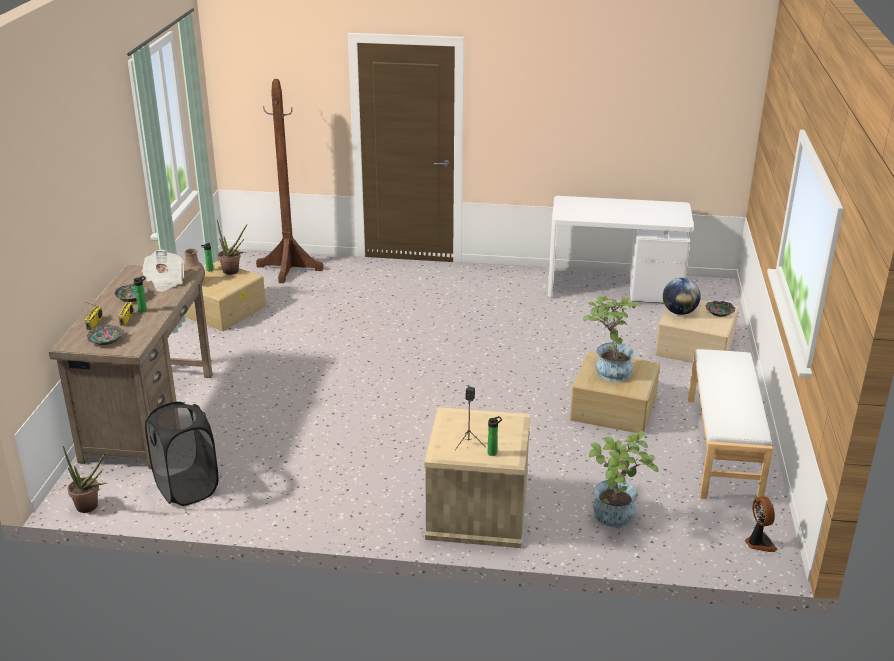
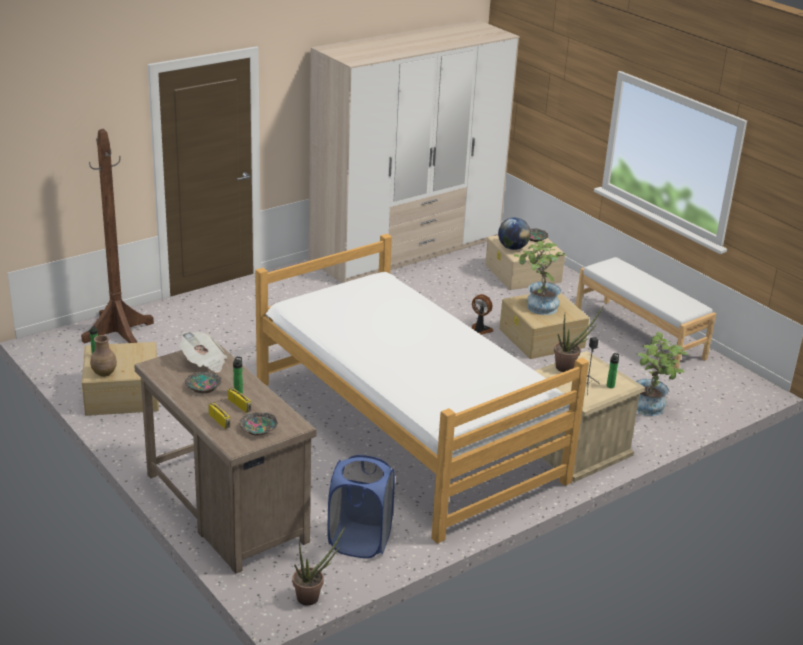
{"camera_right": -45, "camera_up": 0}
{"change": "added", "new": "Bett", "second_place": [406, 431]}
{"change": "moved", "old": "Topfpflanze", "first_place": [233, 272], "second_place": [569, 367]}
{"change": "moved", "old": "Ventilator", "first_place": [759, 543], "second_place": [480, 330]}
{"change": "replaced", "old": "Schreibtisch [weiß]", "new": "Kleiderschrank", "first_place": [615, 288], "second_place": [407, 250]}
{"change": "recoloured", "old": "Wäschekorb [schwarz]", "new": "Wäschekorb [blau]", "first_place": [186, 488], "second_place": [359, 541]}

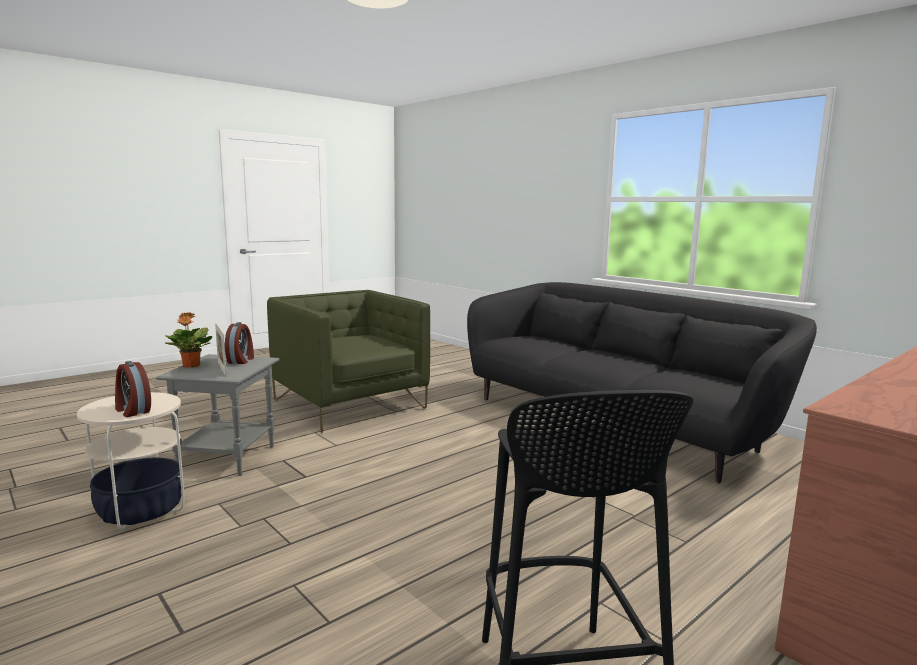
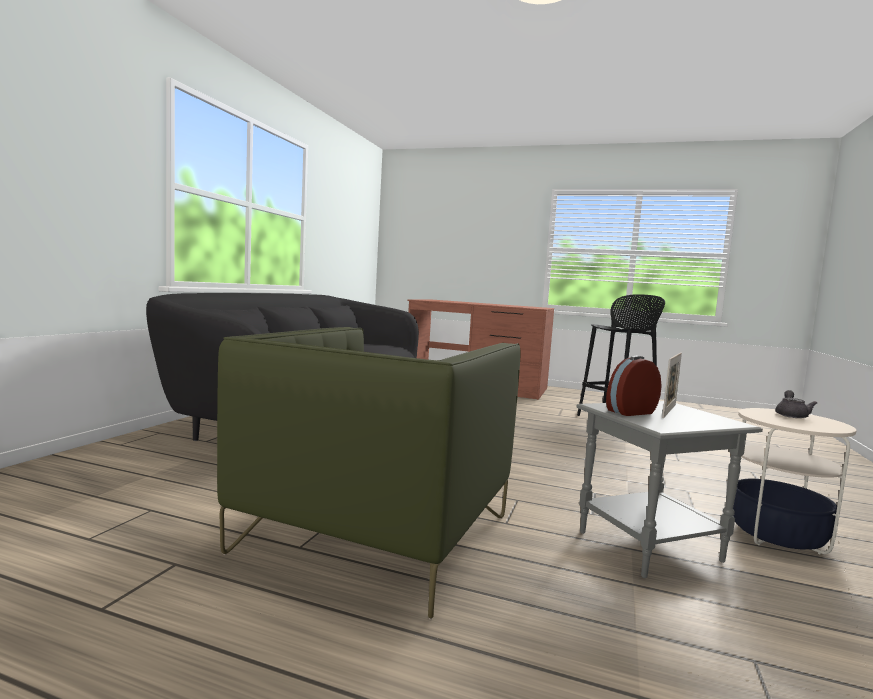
{"camera_right": -120, "camera_up": -5}
{"change": "removed", "old": "Topfpflanze", "first_place": [191, 366]}
{"change": "replaced", "old": "Wecker", "new": "Teekanne [grau]", "first_place": [132, 410], "second_place": [791, 415]}

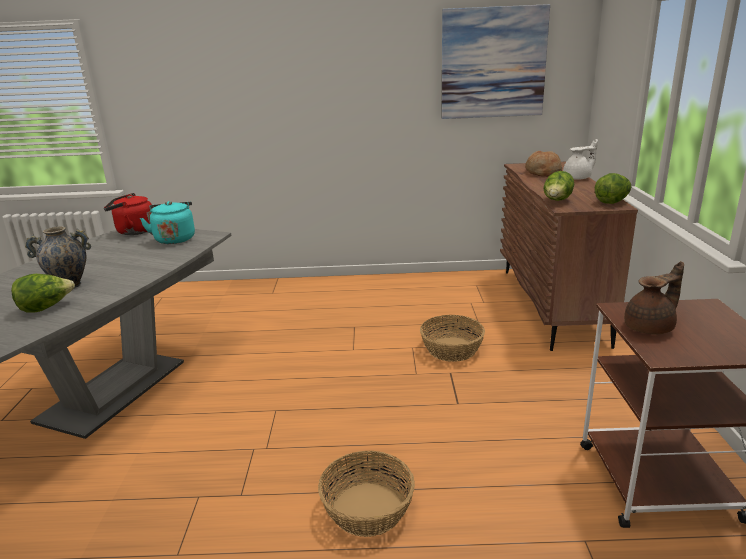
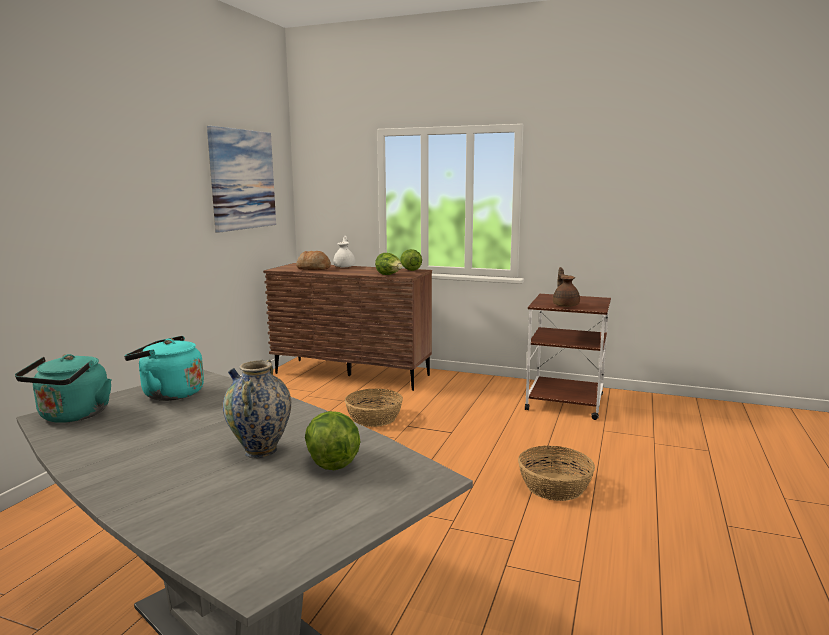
{"camera_right": -70, "camera_up": -10}
{"change": "recoloured", "old": "Wasserkessel [rot]", "new": "Wasserkessel [türkis]", "first_place": [133, 231], "second_place": [72, 416]}

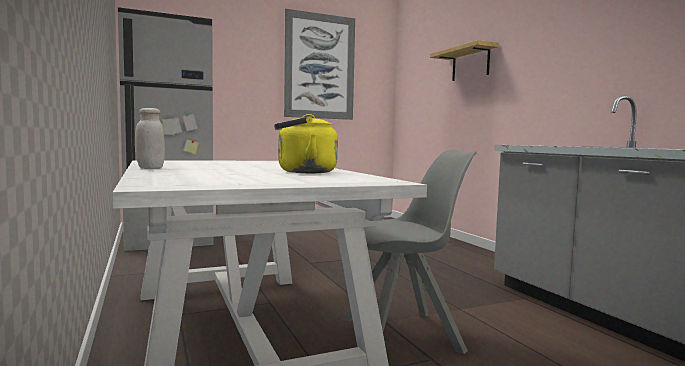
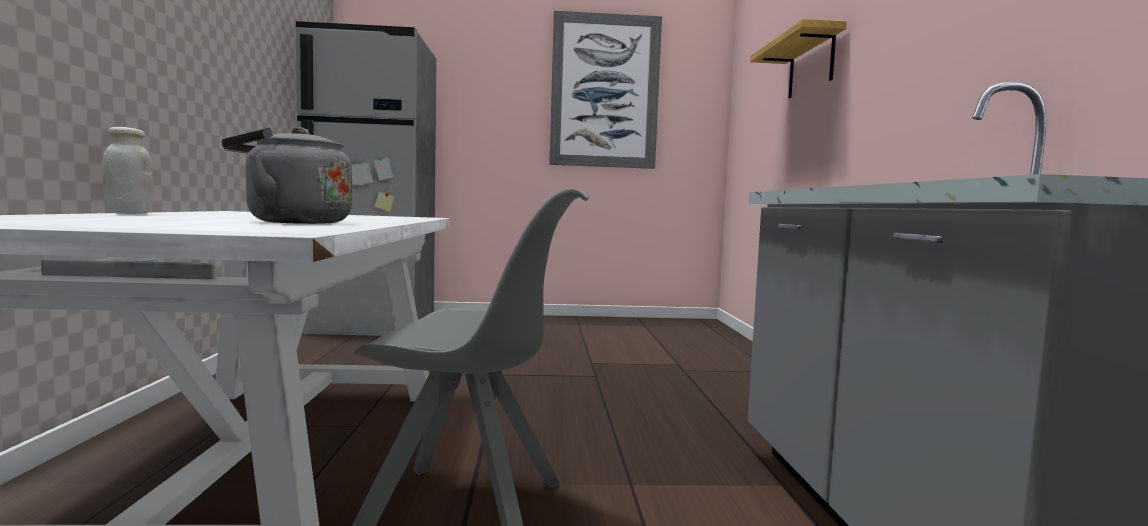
{"camera_right": 20, "camera_up": 0}
{"change": "recoloured", "old": "Wasserkessel [gelb]", "new": "Wasserkessel [grau]", "first_place": [303, 172], "second_place": [293, 222]}

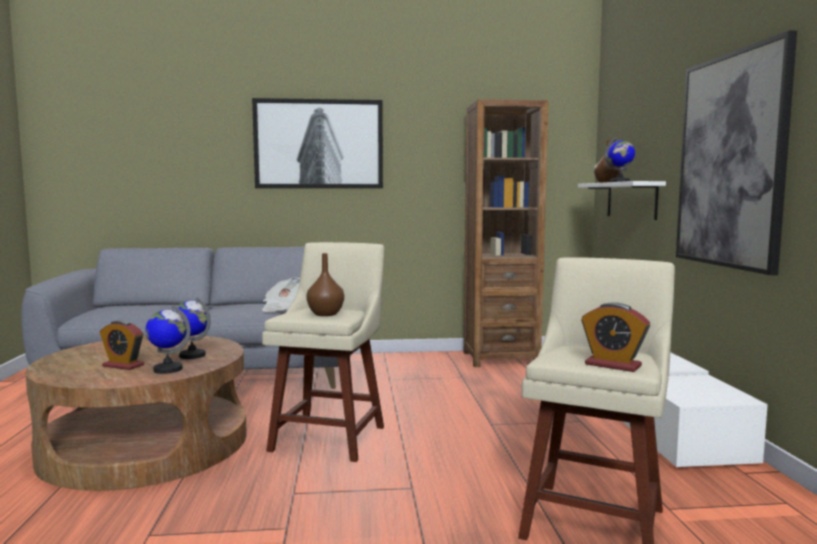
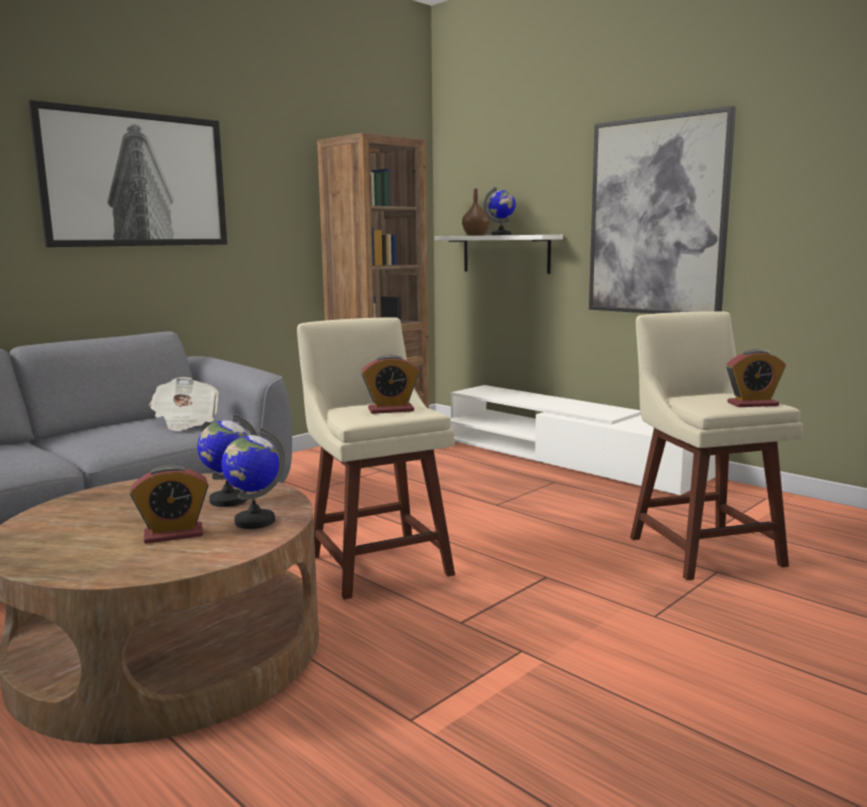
{"camera_right": -40, "camera_up": 5}
{"change": "replaced", "old": "Vase [braun]", "new": "Wecker", "first_place": [326, 314], "second_place": [391, 410]}

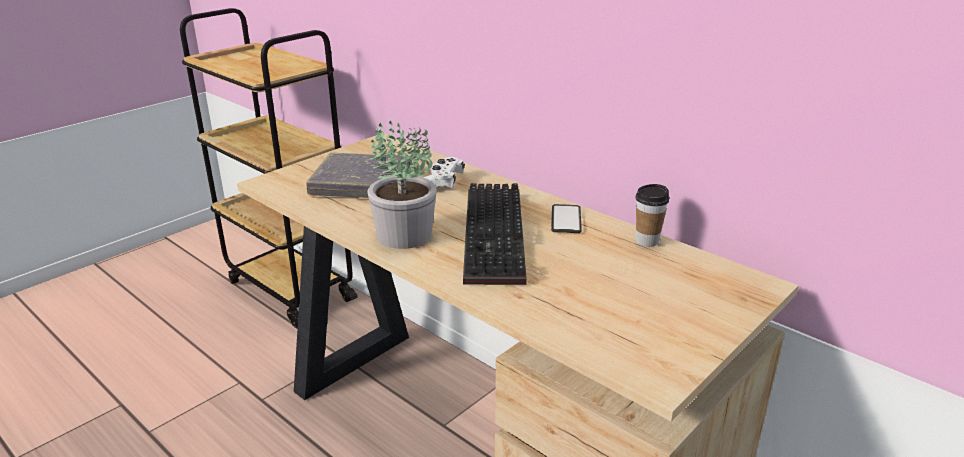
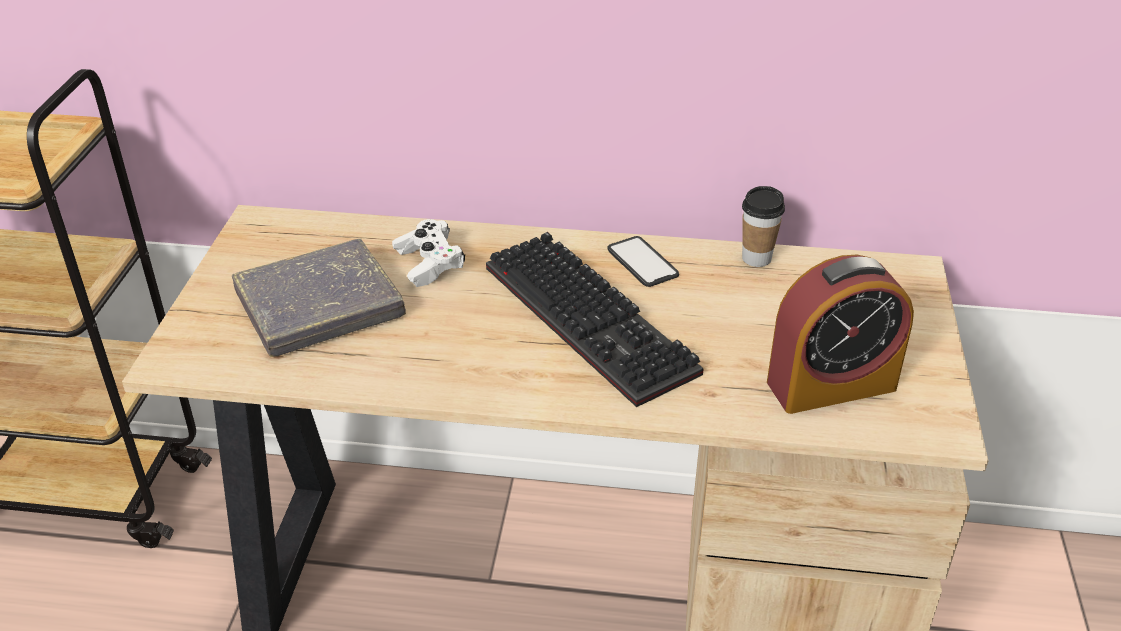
{"camera_right": -35, "camera_up": 10}
{"change": "removed", "old": "Topfpflanze", "first_place": [404, 236]}
{"change": "added", "new": "Wecker", "second_place": [831, 385]}

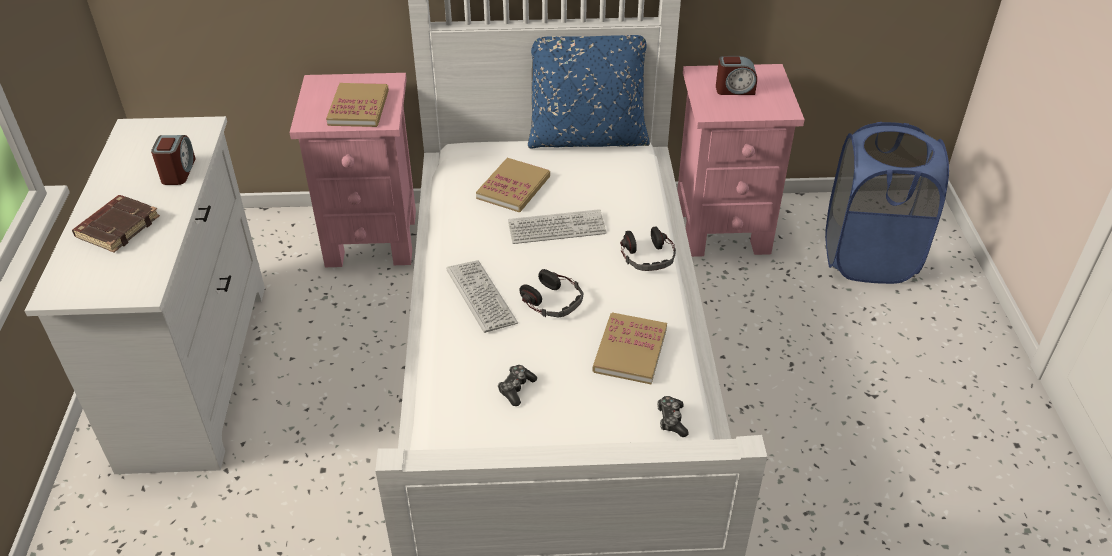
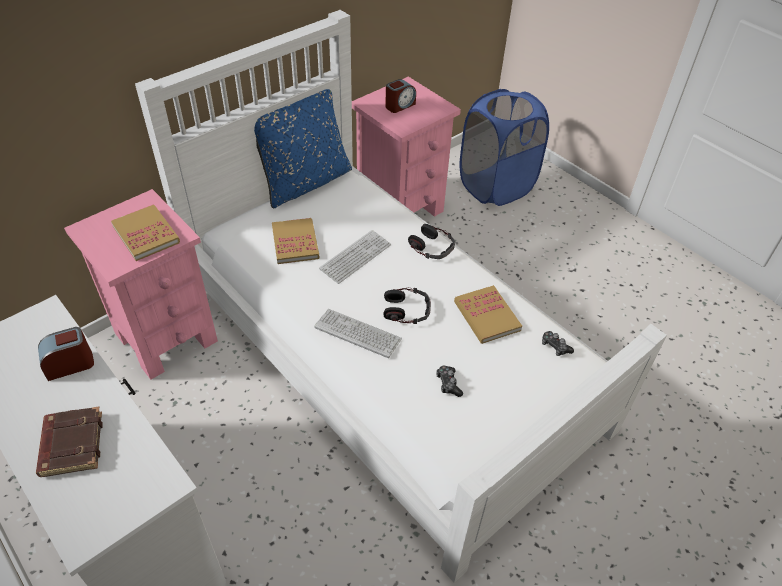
{"camera_right": -40, "camera_up": 5}
{"change": "turned", "old": "Wecker", "first_place": [178, 171], "second_place": [70, 364], "degrees": -75}

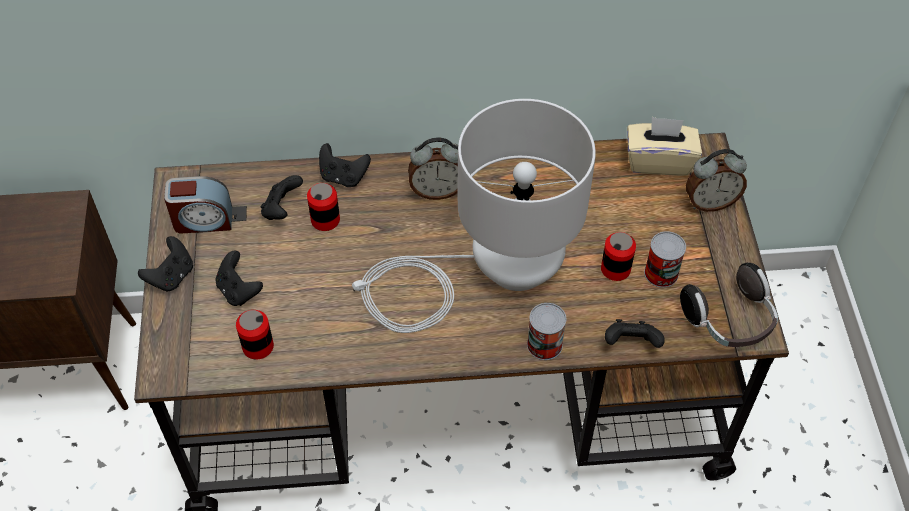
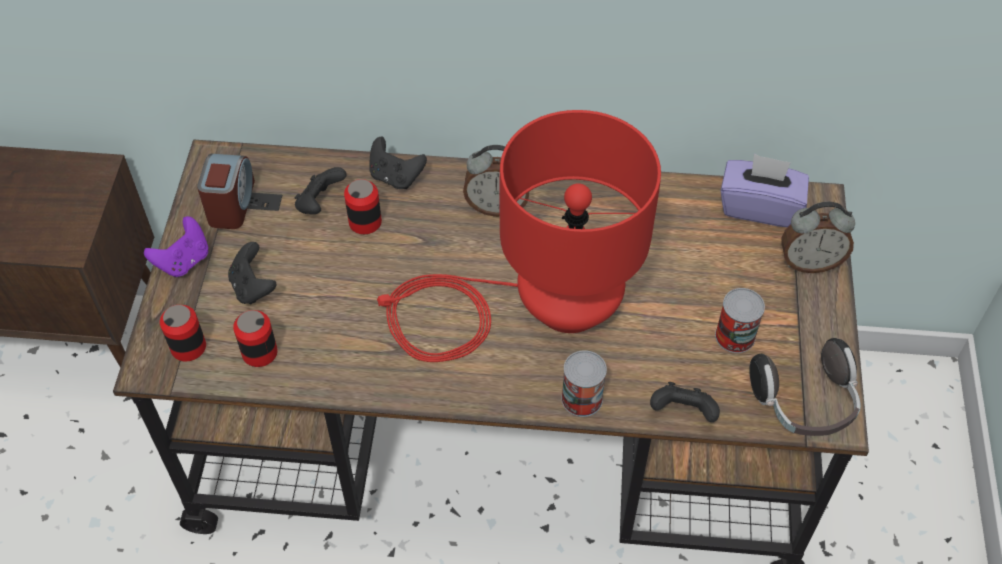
{"camera_right": 10, "camera_up": 0}
{"change": "moved", "old": "Dose", "first_place": [615, 269], "second_place": [188, 347]}
{"change": "recoloured", "old": "Gamepad [schwarz]", "new": "Gamepad [lila]", "first_place": [171, 276], "second_place": [184, 261]}
{"change": "recoloured", "old": "Tischlampe [weiß]", "new": "Tischlampe [rot]", "first_place": [474, 277], "second_place": [518, 310]}
{"change": "recoloured", "old": "Taschentuchbox [beige]", "new": "Taschentuchbox [lila]", "first_place": [659, 161], "second_place": [759, 206]}
{"change": "turned", "old": "Wecker", "first_place": [203, 220], "second_place": [231, 204], "degrees": -90}

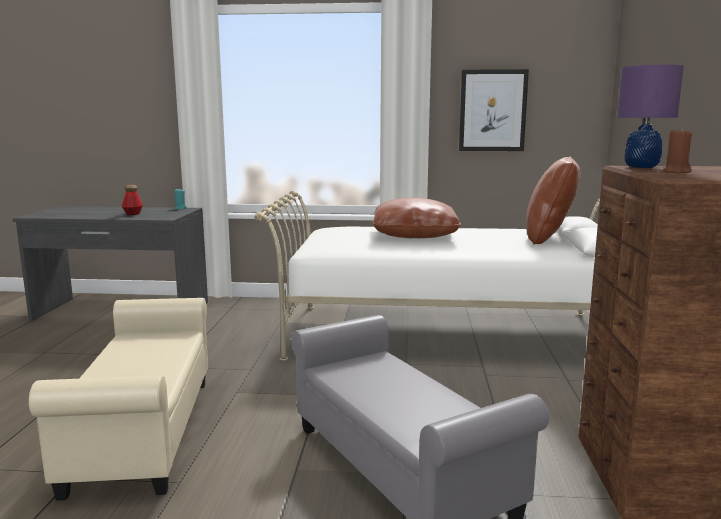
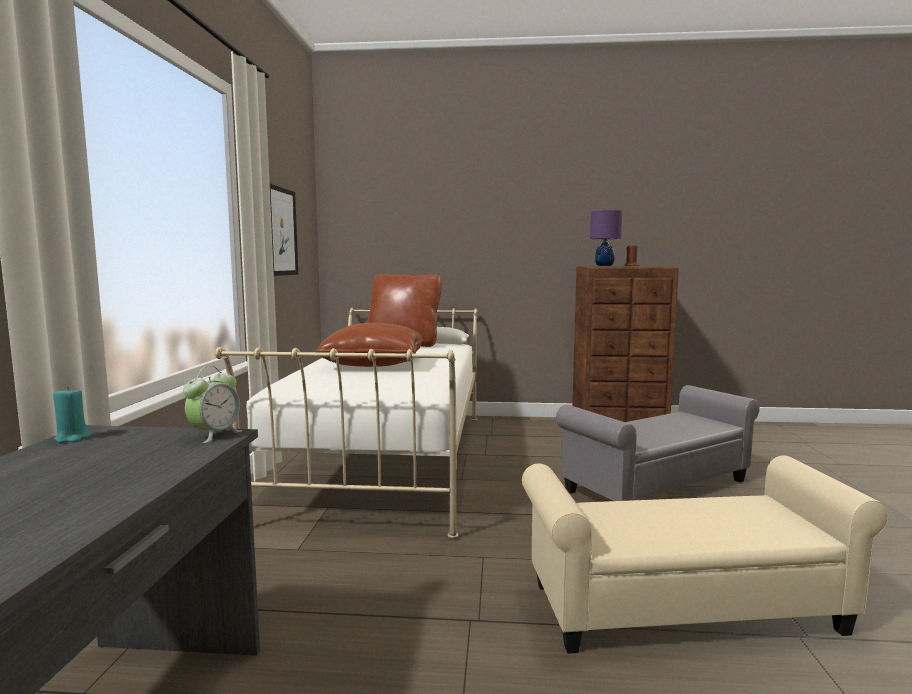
{"camera_right": -90, "camera_up": -5}
{"change": "removed", "old": "Flasche", "first_place": [133, 214]}
{"change": "added", "new": "Wecker", "second_place": [215, 435]}

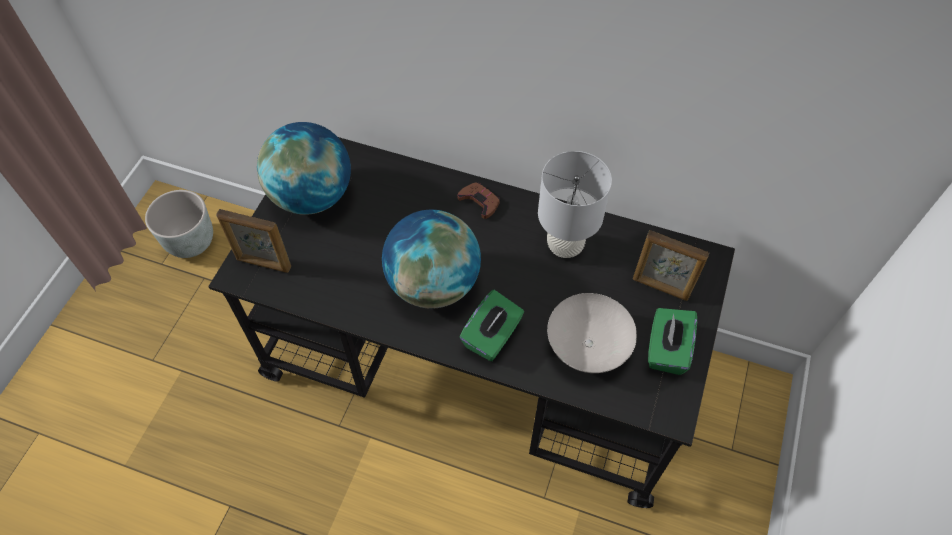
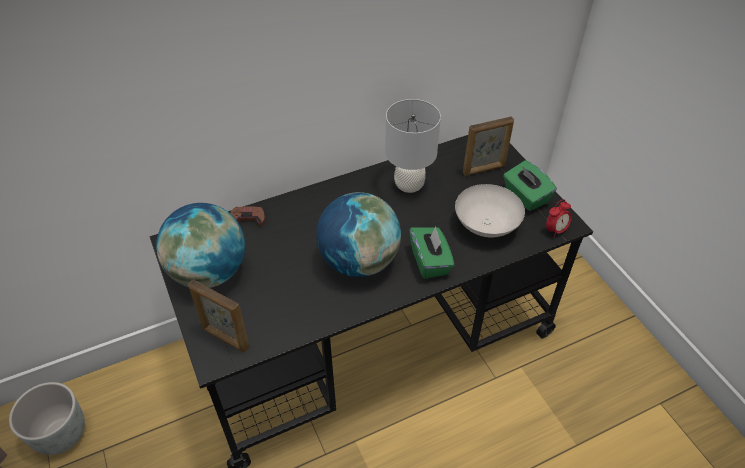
{"camera_right": -45, "camera_up": -10}
{"change": "added", "new": "Wecker", "second_place": [555, 230]}
{"change": "moved", "old": "Gamepad [braun]", "first_place": [480, 201], "second_place": [247, 218]}
{"change": "turned", "old": "Bilderrahmen", "first_place": [263, 263], "second_place": [225, 338], "degrees": 60}

